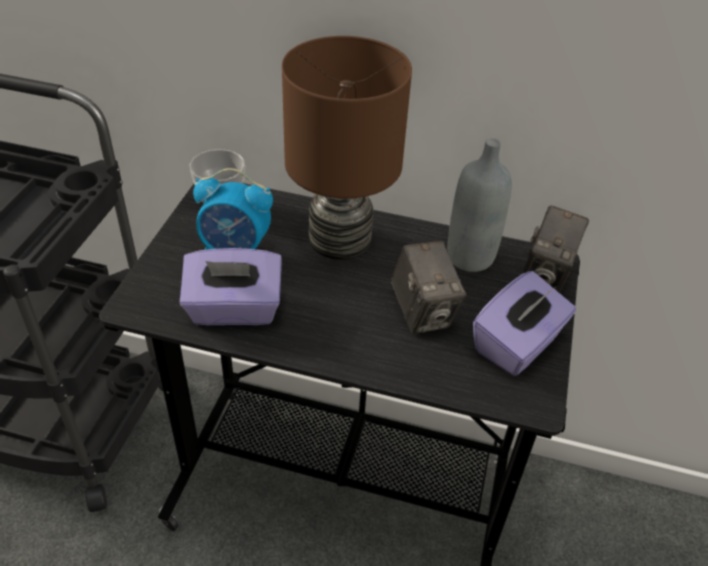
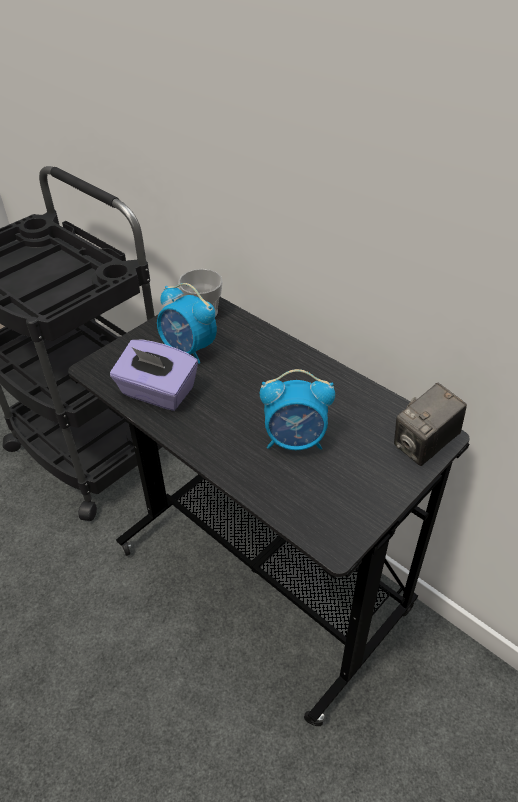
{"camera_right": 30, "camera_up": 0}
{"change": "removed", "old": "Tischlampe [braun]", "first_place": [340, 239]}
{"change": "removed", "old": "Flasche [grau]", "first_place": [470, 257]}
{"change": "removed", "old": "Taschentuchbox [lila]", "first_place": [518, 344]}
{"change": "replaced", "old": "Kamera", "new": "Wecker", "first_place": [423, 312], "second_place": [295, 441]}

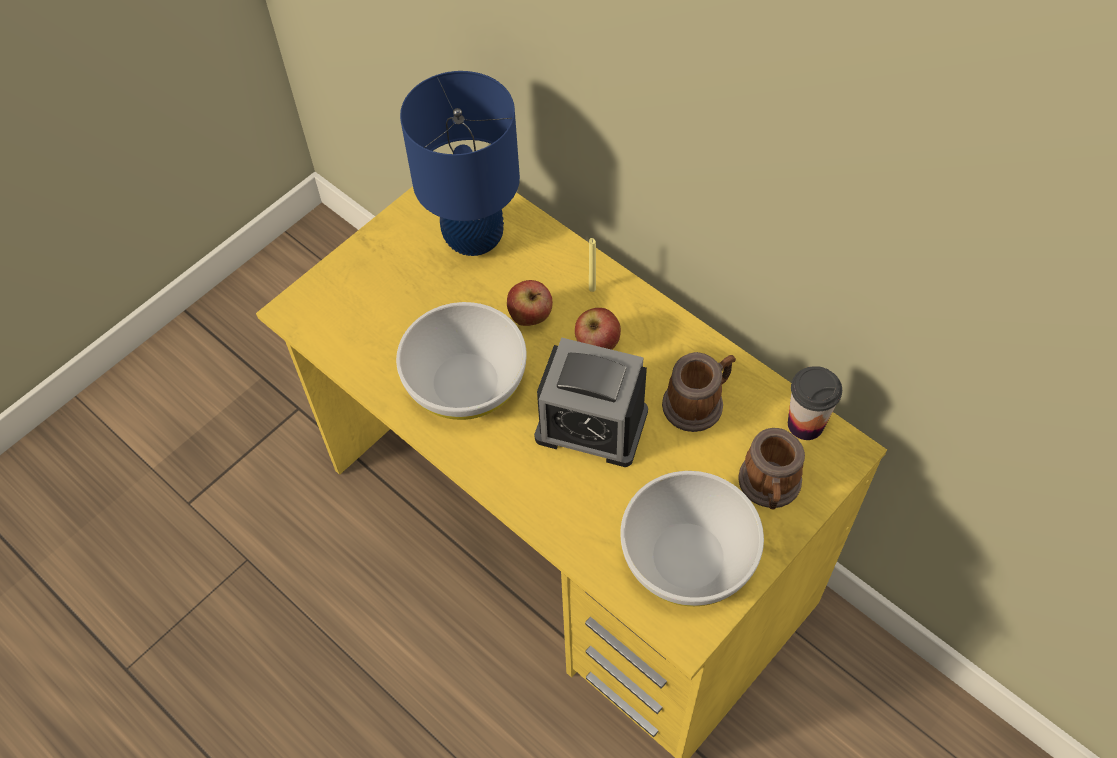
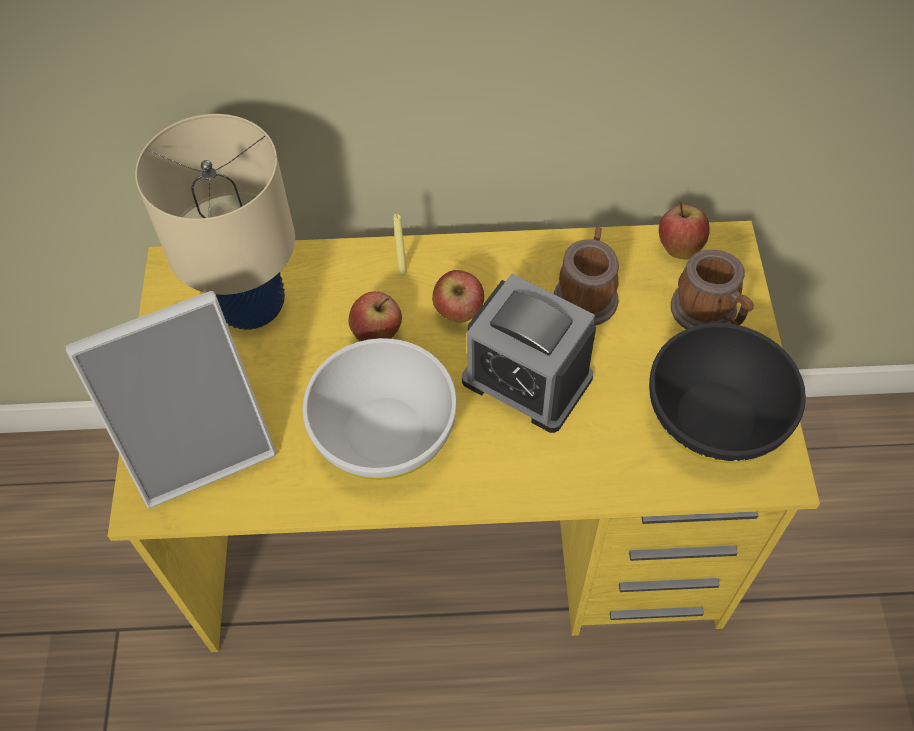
{"camera_right": -45, "camera_up": 0}
{"change": "added", "new": "Bilderrahmen", "second_place": [200, 442]}
{"change": "replaced", "old": "Tasse", "new": "Apfel", "first_place": [805, 424], "second_place": [679, 247]}
{"change": "recoloured", "old": "Tischlampe [blau]", "new": "Tischlampe [beige]", "first_place": [471, 239], "second_place": [249, 310]}
{"change": "recoloured", "old": "Schüssel [weiß]", "new": "Schüssel [schwarz]", "first_place": [687, 557], "second_place": [714, 418]}
{"change": "turned", "old": "Wecker", "first_place": [591, 425], "second_place": [527, 379], "degrees": 60}

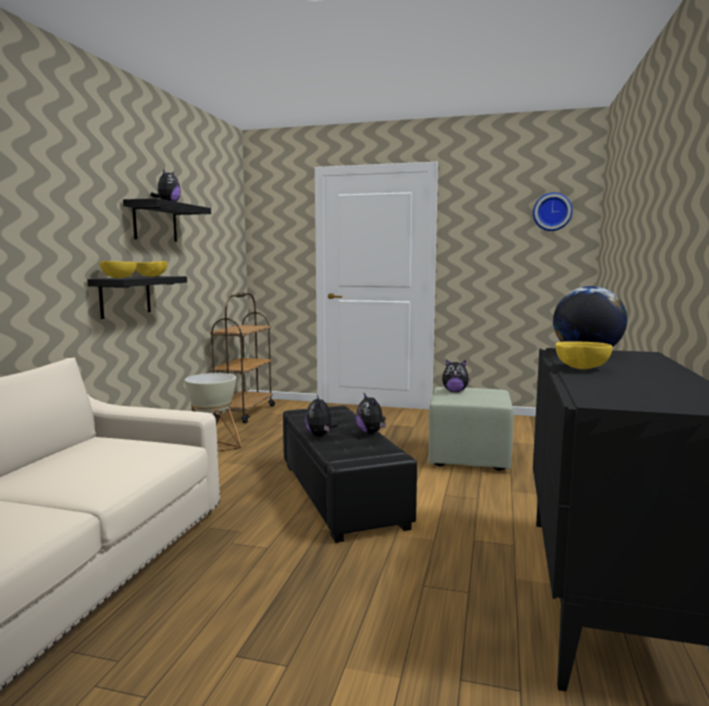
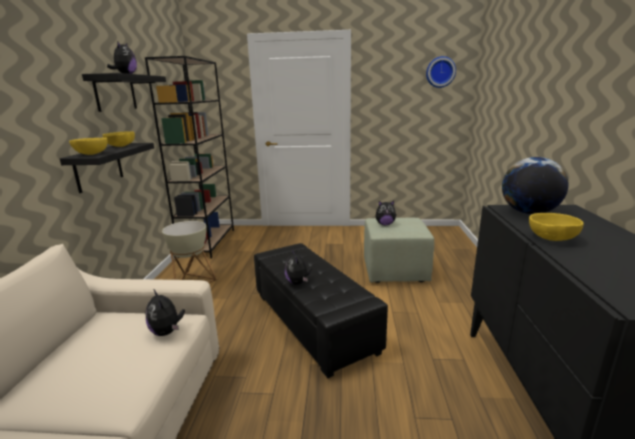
{"camera_right": -10, "camera_up": 10}
{"change": "moved", "old": "Plüschtier", "first_place": [371, 433], "second_place": [167, 332]}
{"change": "replaced", "old": "Rollwagen [braun]", "new": "Bücherregal [beige]", "first_place": [244, 413], "second_place": [208, 243]}

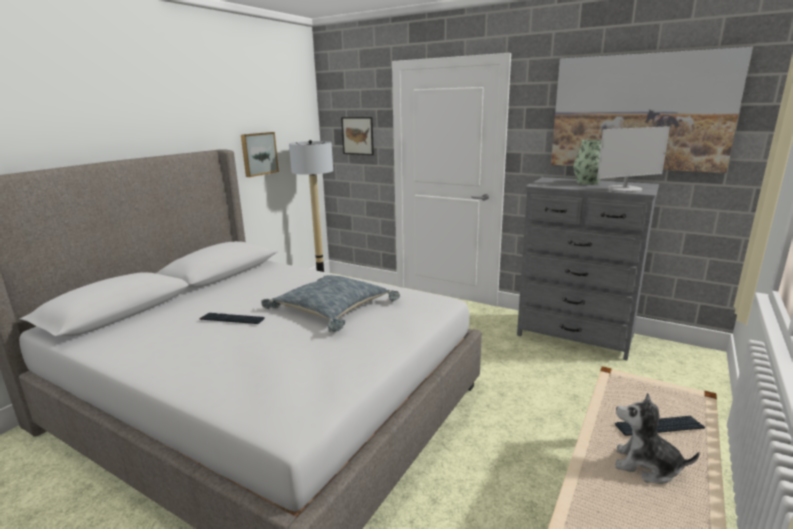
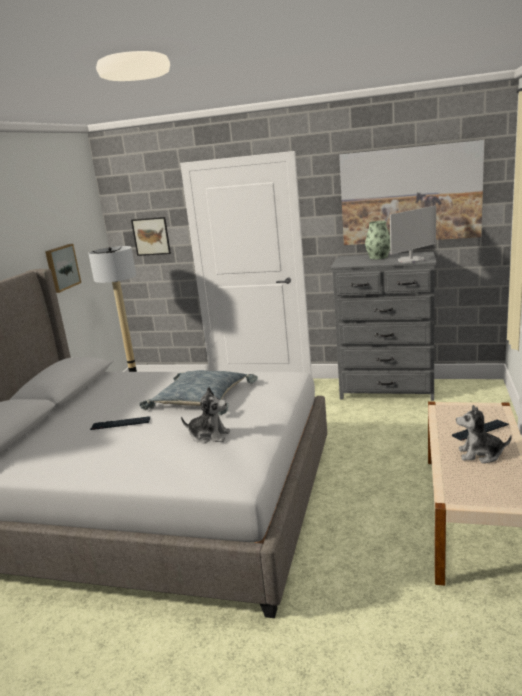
{"camera_right": -15, "camera_up": 0}
{"change": "added", "new": "Plüschtier", "second_place": [209, 436]}

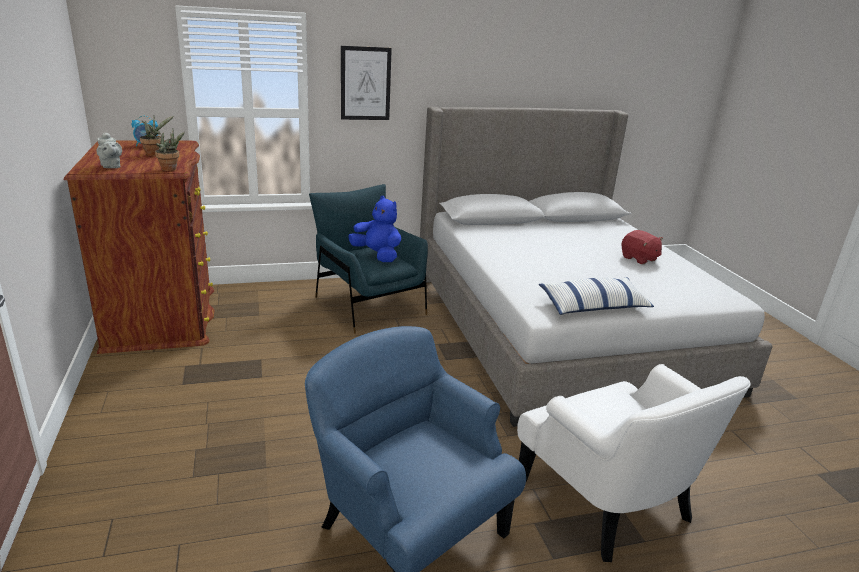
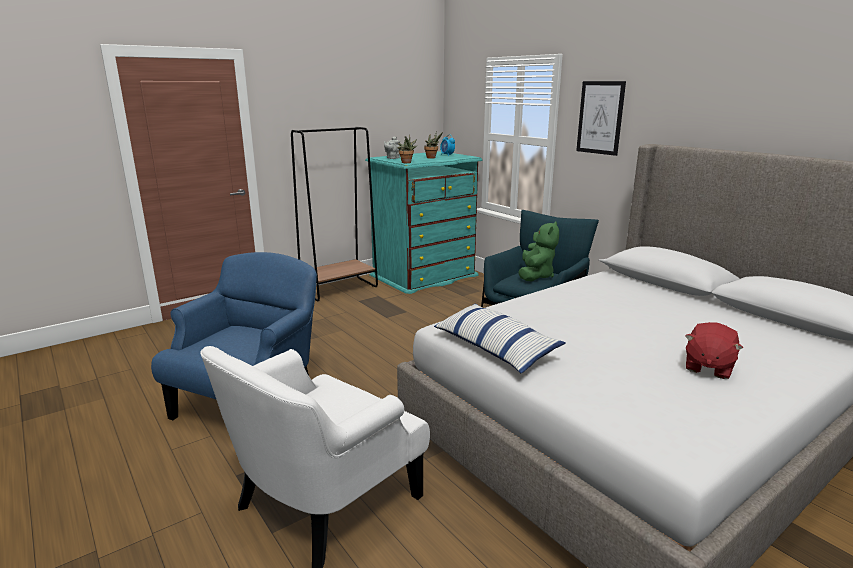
{"camera_right": 70, "camera_up": -5}
{"change": "added", "new": "Kleiderständer", "second_place": [339, 289]}
{"change": "recoloured", "old": "Kommode [braun]", "new": "Kommode [türkis]", "first_place": [161, 316], "second_place": [425, 275]}
{"change": "recoloured", "old": "Plüschtier [blau]", "new": "Plüschtier [grün]", "first_place": [377, 255], "second_place": [535, 276]}

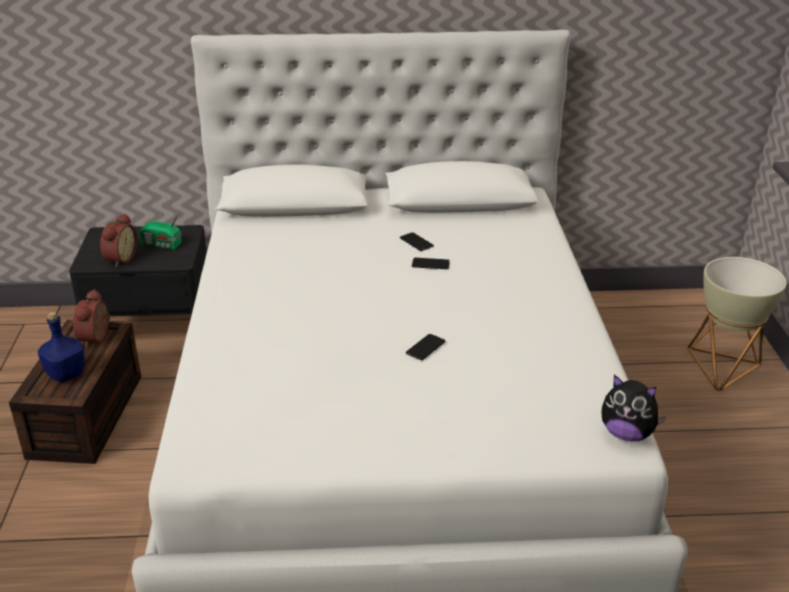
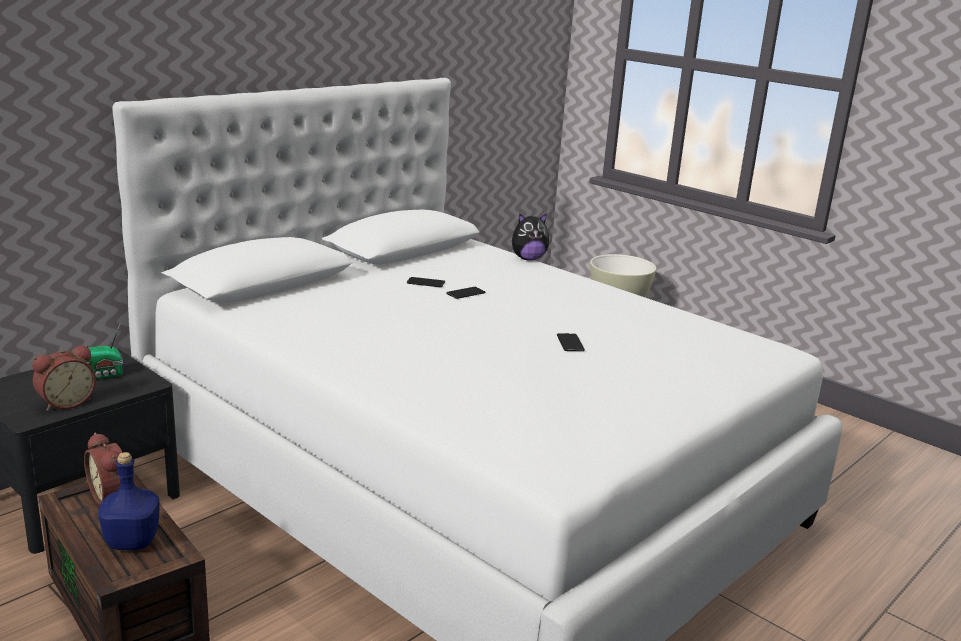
{"camera_right": -45, "camera_up": -10}
{"change": "moved", "old": "Plüschtier", "first_place": [627, 434], "second_place": [528, 259]}
{"change": "turned", "old": "Wecker", "first_place": [119, 259], "second_place": [66, 402], "degrees": 75}

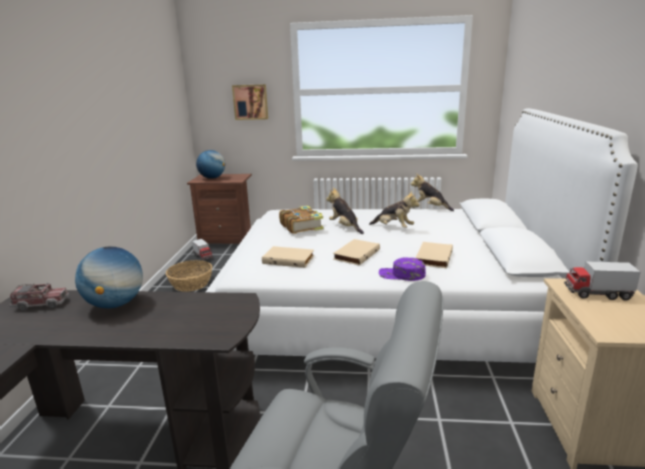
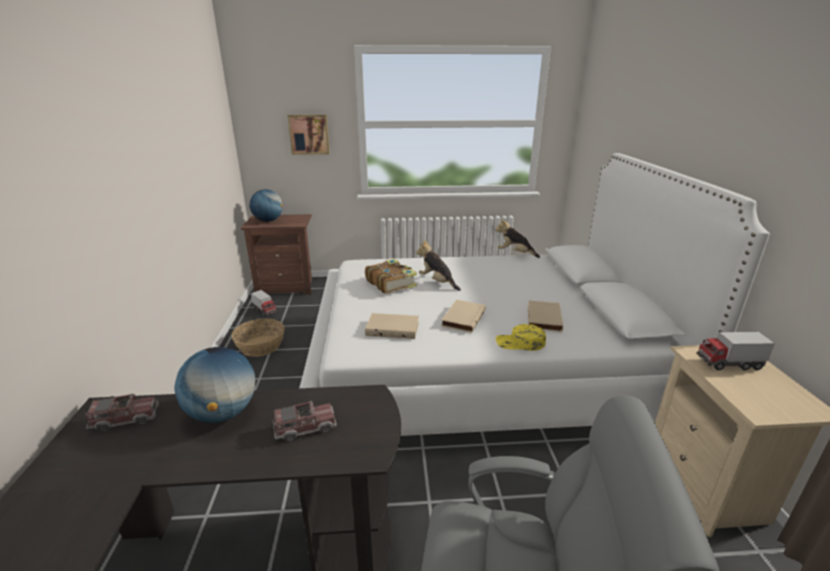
{"camera_right": -10, "camera_up": 5}
{"change": "removed", "old": "Plüschtier", "first_place": [394, 228]}
{"change": "added", "new": "Spielzeuglaster", "second_place": [305, 428]}
{"change": "recoloured", "old": "Kappe [lila]", "new": "Kappe [gelb]", "first_place": [401, 275], "second_place": [520, 343]}

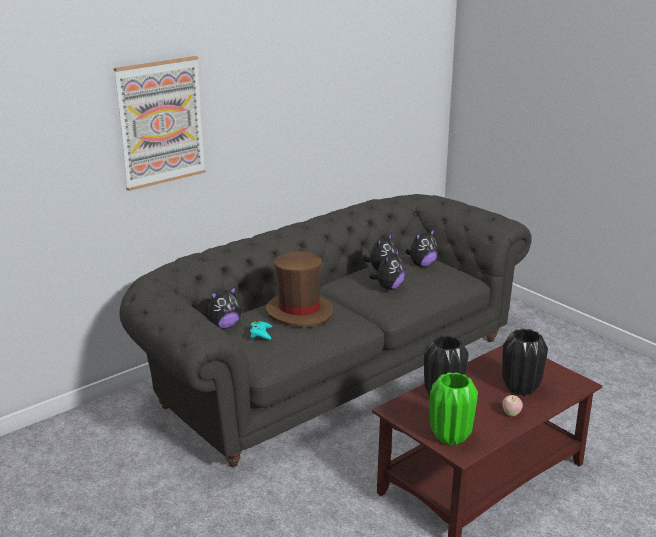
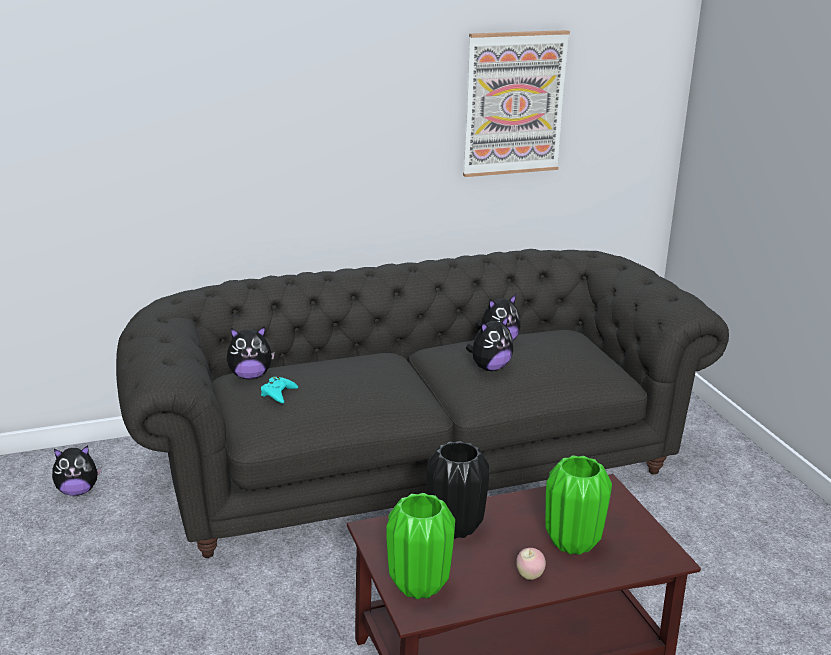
{"camera_right": 20, "camera_up": 0}
{"change": "removed", "old": "Hut [braun]", "first_place": [299, 312]}
{"change": "moved", "old": "Bild", "first_place": [160, 122], "second_place": [514, 103]}
{"change": "moved", "old": "Plüschtier", "first_place": [422, 265], "second_place": [77, 491]}
{"change": "recoloured", "old": "Vase [schwarz]", "new": "Vase [grün]", "first_place": [520, 388], "second_place": [572, 542]}

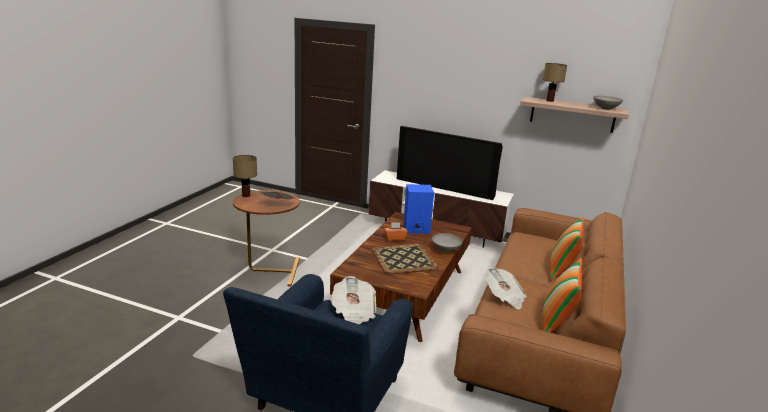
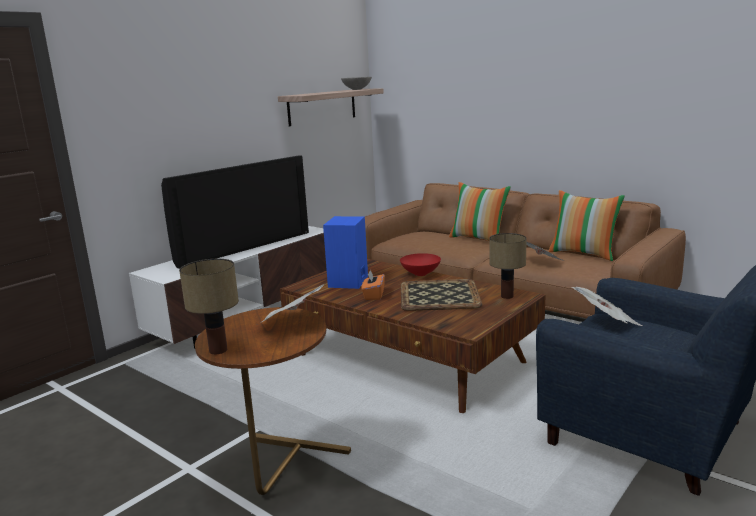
{"camera_right": -70, "camera_up": -5}
{"change": "moved", "old": "Tischlampe", "first_place": [549, 100], "second_place": [506, 296]}
{"change": "recoloured", "old": "Schüssel [grau]", "new": "Schüssel [rot]", "first_place": [445, 250], "second_place": [420, 274]}

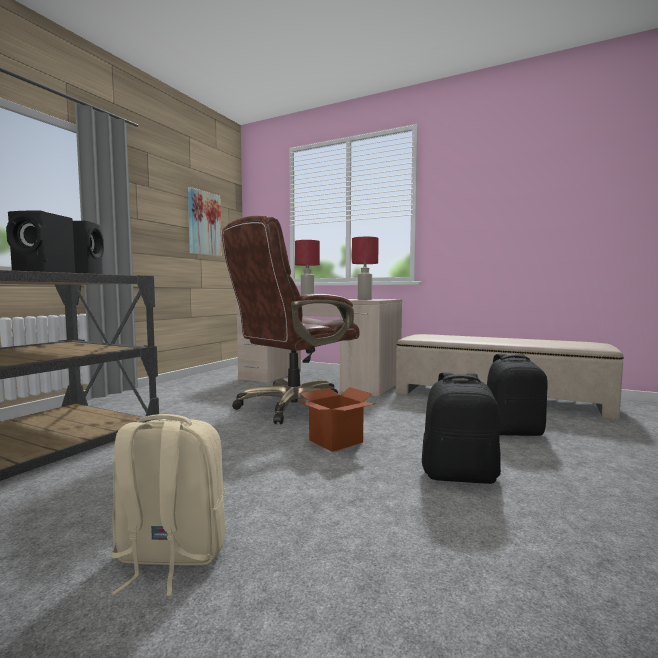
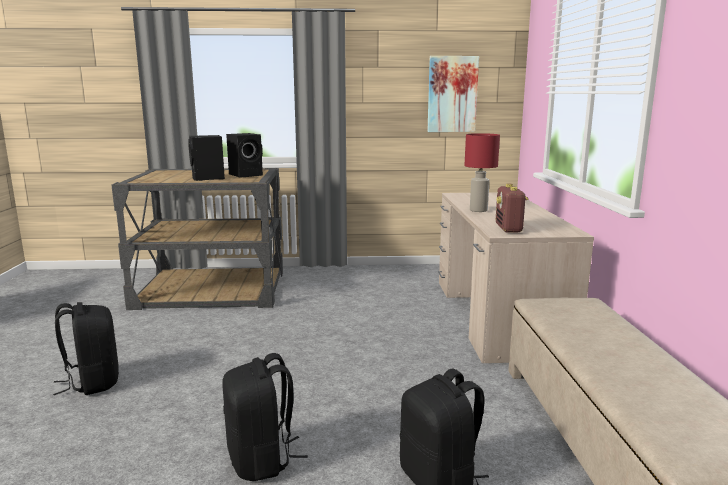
{"camera_right": 60, "camera_up": 10}
{"change": "removed", "old": "Bürostuhl [braun]", "first_place": [293, 406]}
{"change": "removed", "old": "Karton", "first_place": [336, 441]}
{"change": "replaced", "old": "Tischlampe [rot]", "new": "Radio", "first_place": [365, 299], "second_place": [509, 229]}
{"change": "recoloured", "old": "Rucksack [beige]", "new": "Rucksack [schwarz]", "first_place": [169, 557], "second_place": [92, 382]}

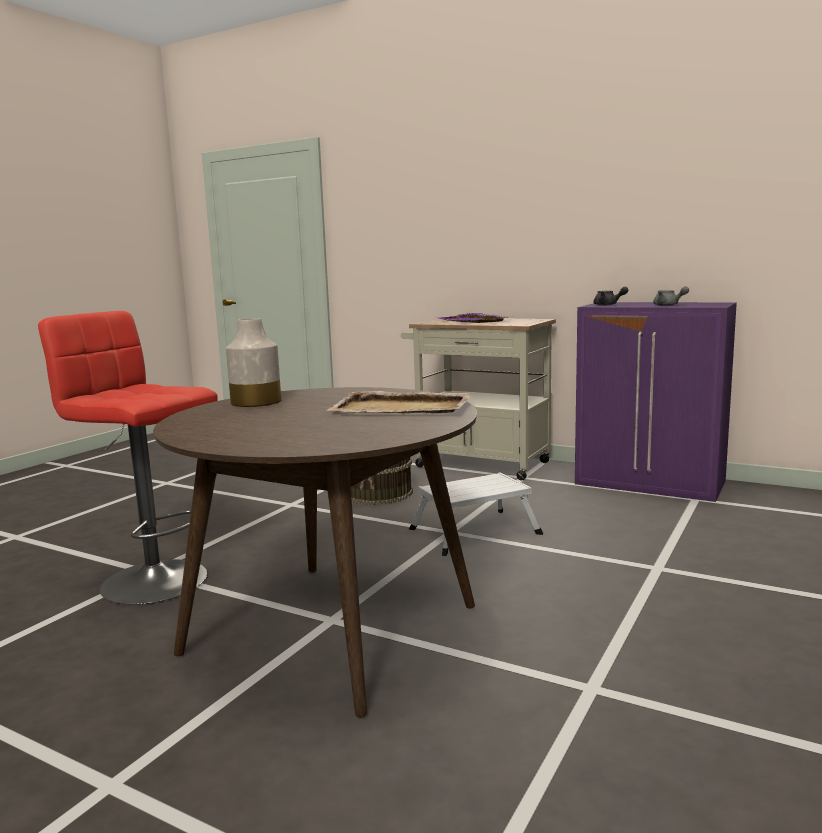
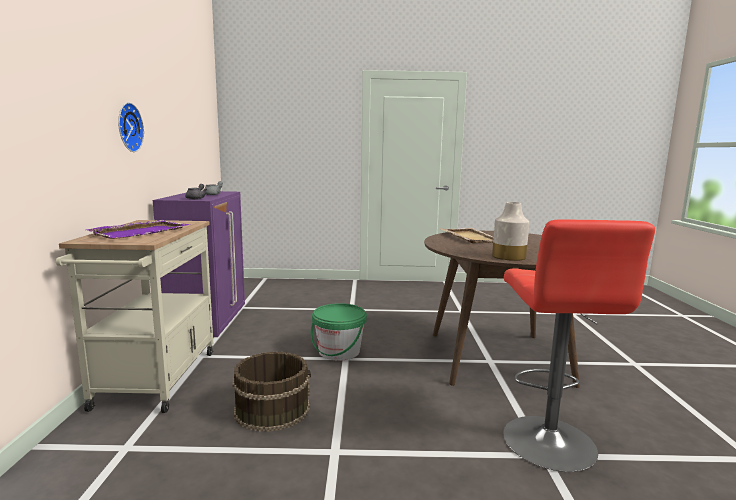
{"camera_right": -120, "camera_up": 0}
{"change": "added", "new": "Wanduhr", "second_place": [127, 127]}
{"change": "replaced", "old": "Trittleiter [weiß]", "new": "Eimer [grün]", "first_place": [474, 531], "second_place": [339, 351]}

